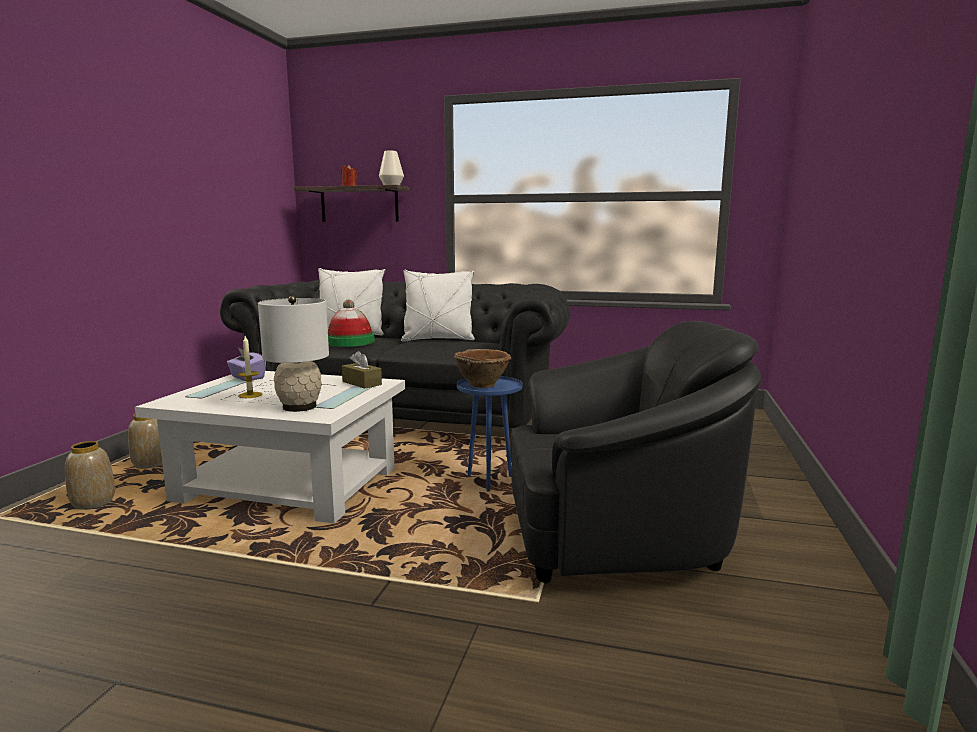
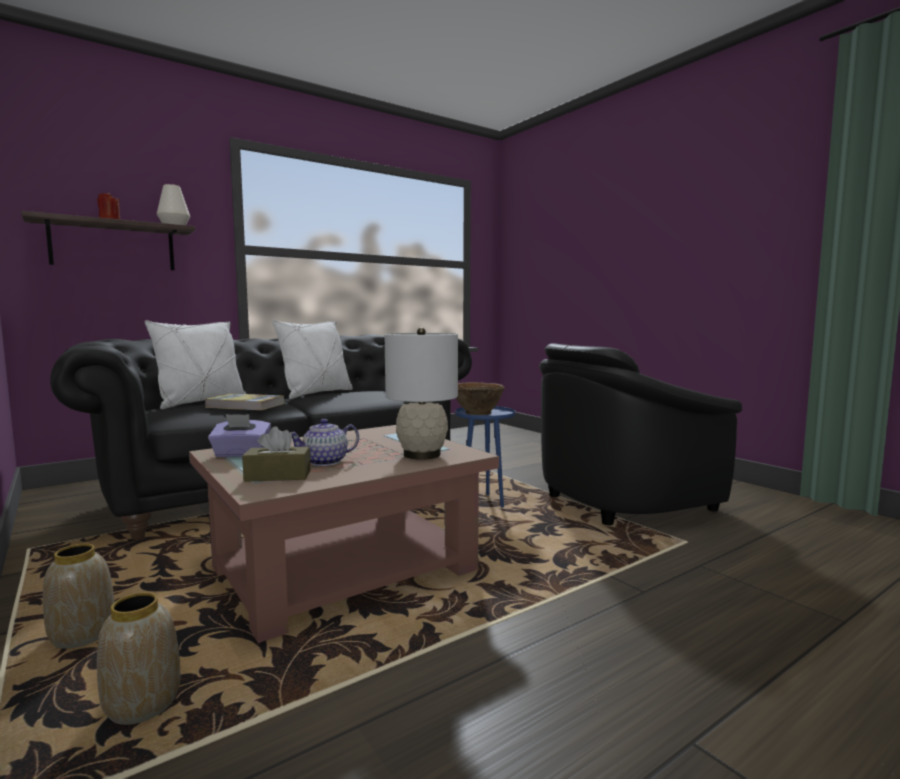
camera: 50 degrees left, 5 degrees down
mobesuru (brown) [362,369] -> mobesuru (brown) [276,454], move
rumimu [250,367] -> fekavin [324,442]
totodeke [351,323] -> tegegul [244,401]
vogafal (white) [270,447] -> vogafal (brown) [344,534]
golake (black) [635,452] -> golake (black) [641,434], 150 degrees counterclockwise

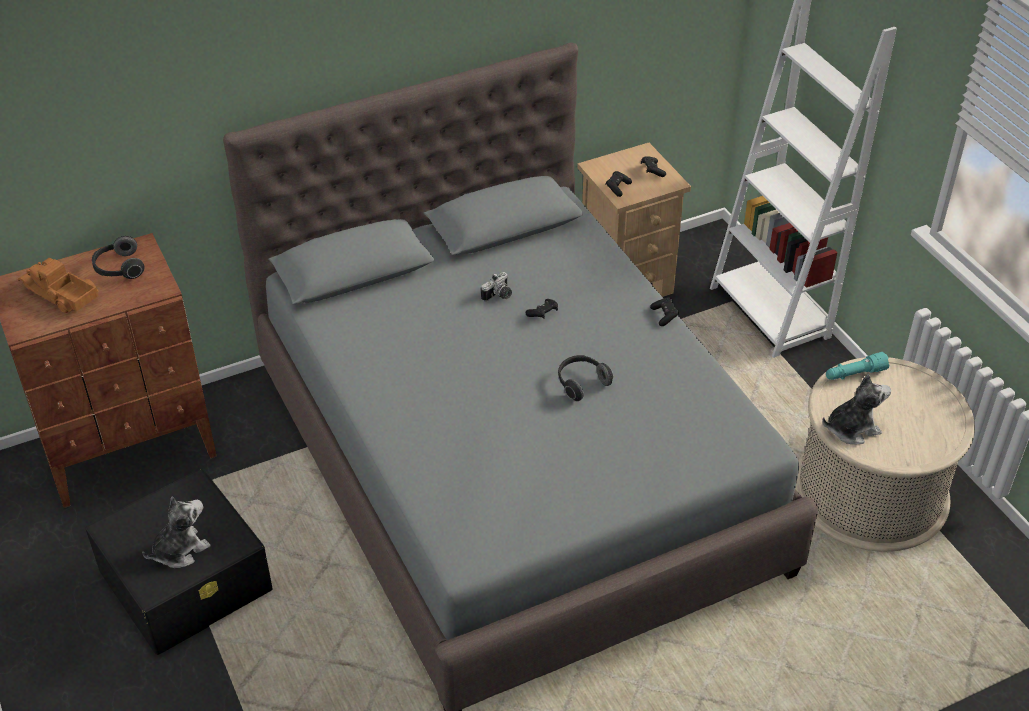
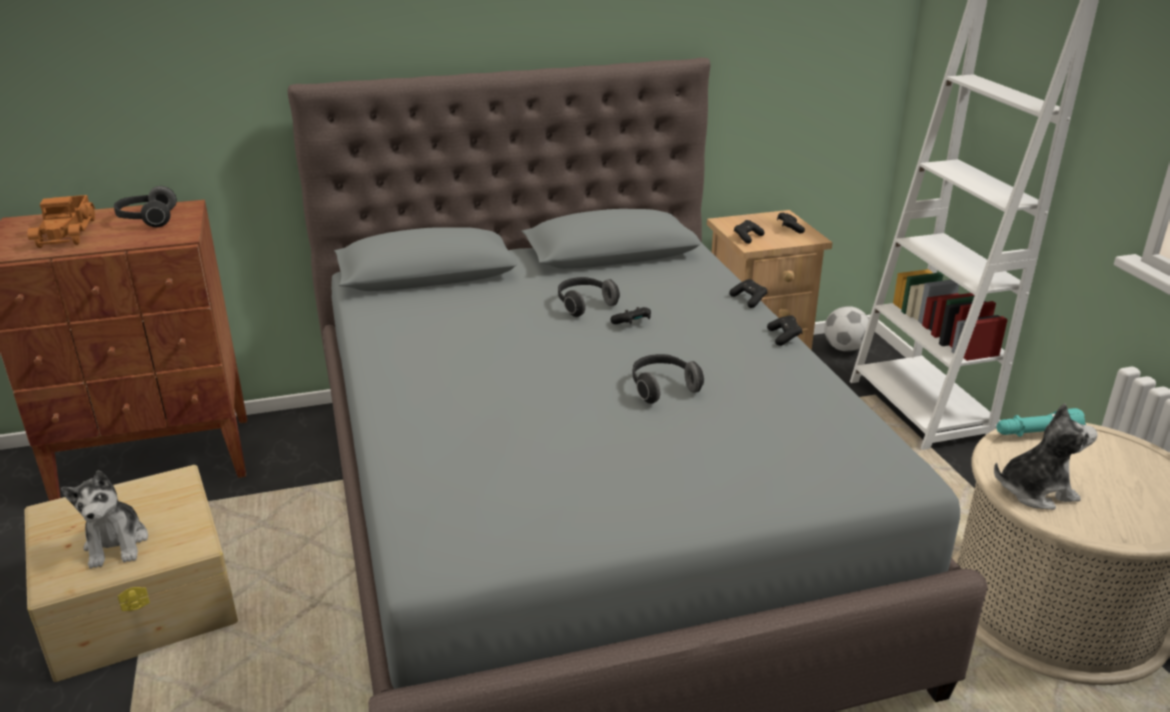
camera: 10 degrees right, 15 degrees down
none -> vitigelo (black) [748,293]
none -> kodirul [846,329]
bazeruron [496,286] -> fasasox [589,297]
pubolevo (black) [179,562] -> pubolevo (beige) [131,573]
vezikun [58,285] -> vezikun [61,221], 150 degrees counterclockwise
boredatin [176,532] -> boredatin [104,519], 105 degrees clockwise

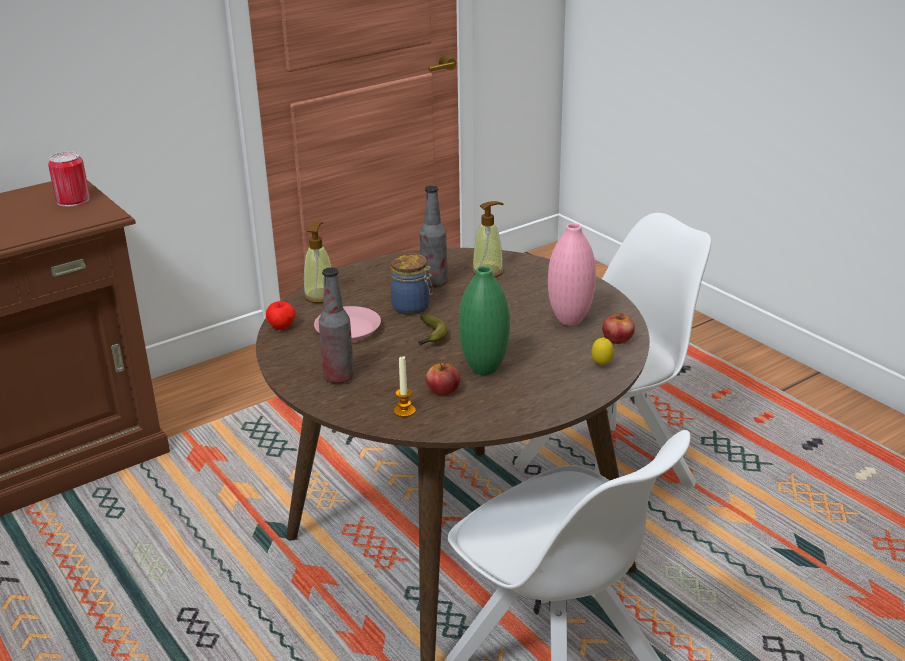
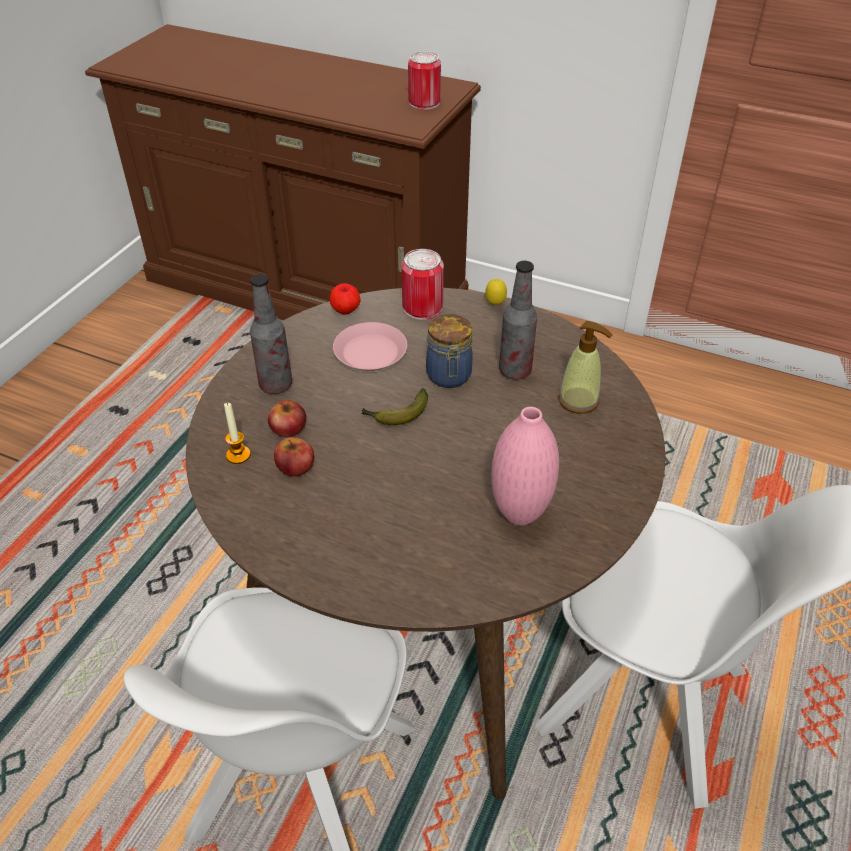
camera: 60 degrees right, 15 degrees up
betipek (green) [484,320] -> none
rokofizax [602,351] -> rokofizax [496,292], move
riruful [618,328] -> riruful [287,418], move
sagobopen [317,262] -> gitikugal [422,284]

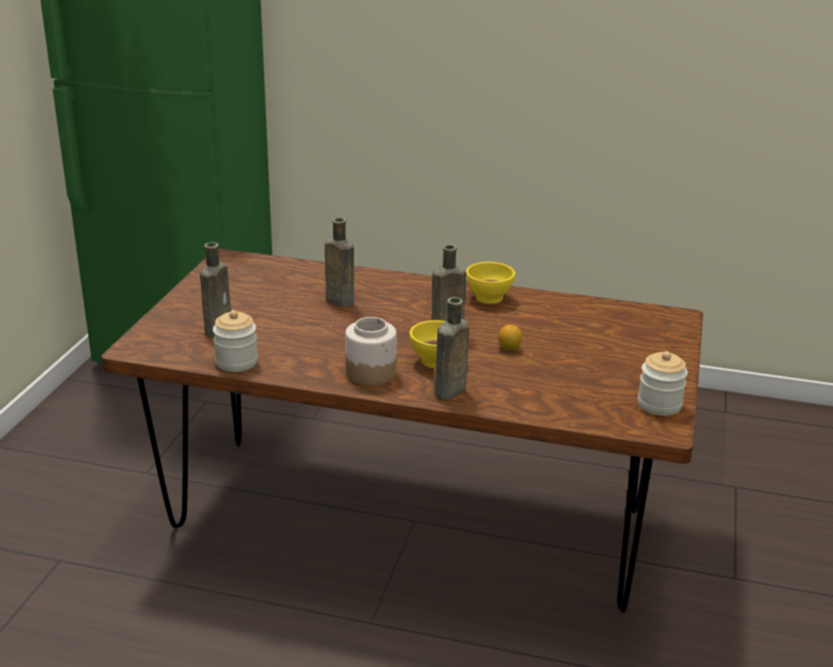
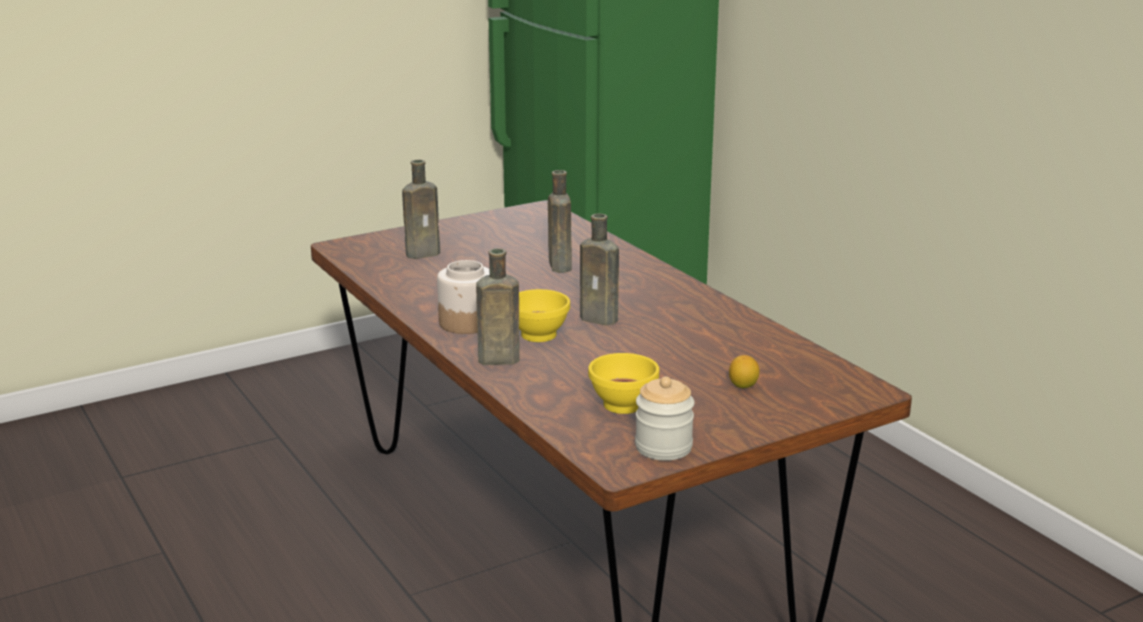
camera: 45 degrees right, 5 degrees down
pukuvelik [235,341] -> none
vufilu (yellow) [490,283] -> vufilu (yellow) [623,383], move
rokofizax [510,337] -> rokofizax [744,371], move

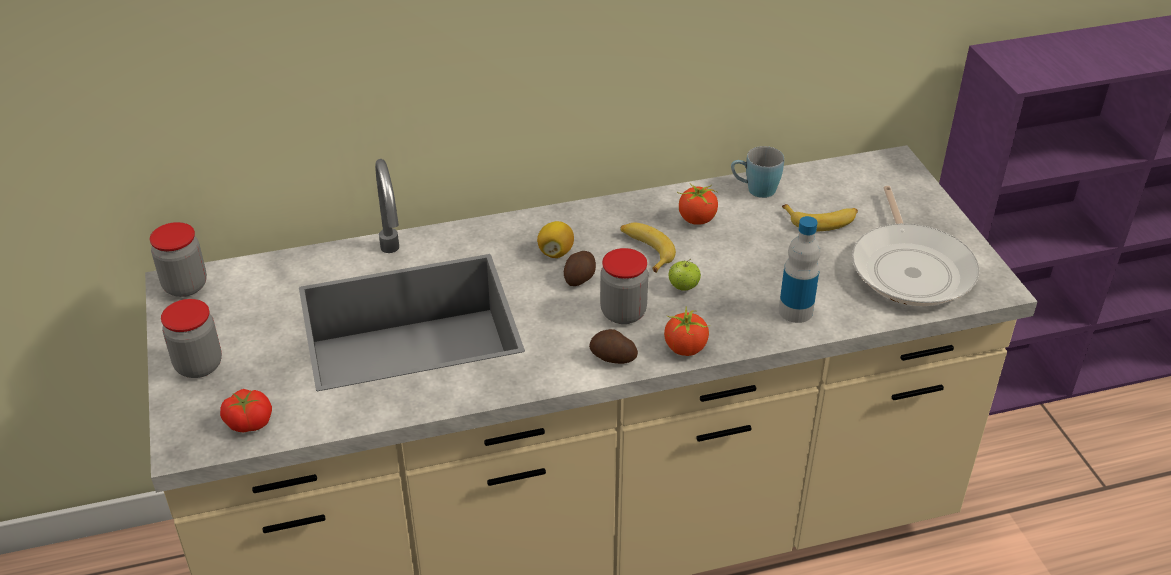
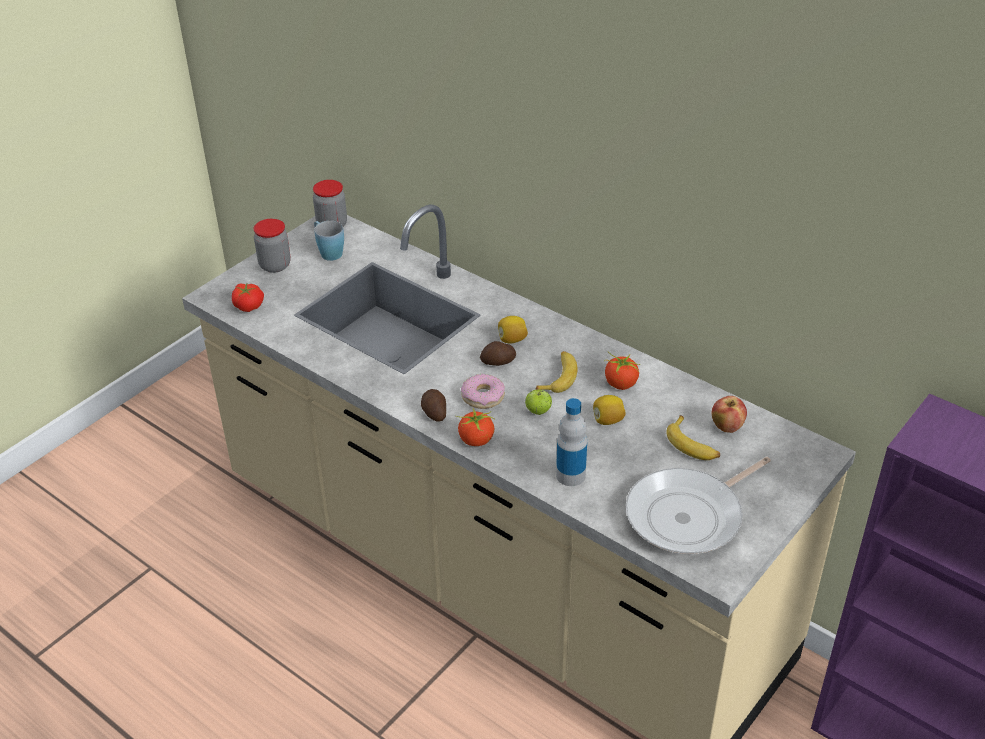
camera: 55 degrees right, 0 degrees up
none -> rokofizax [609,410]
none -> riruful [729,414]
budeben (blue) [757,172] -> budeben (blue) [329,241], move
pukuvelik [624,286] -> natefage [483,391]

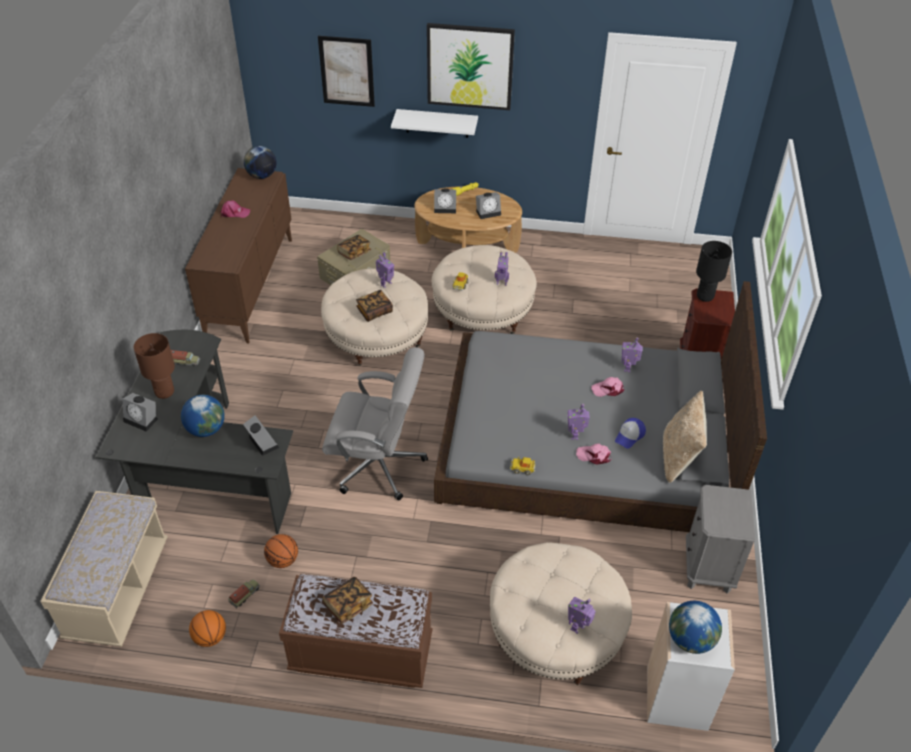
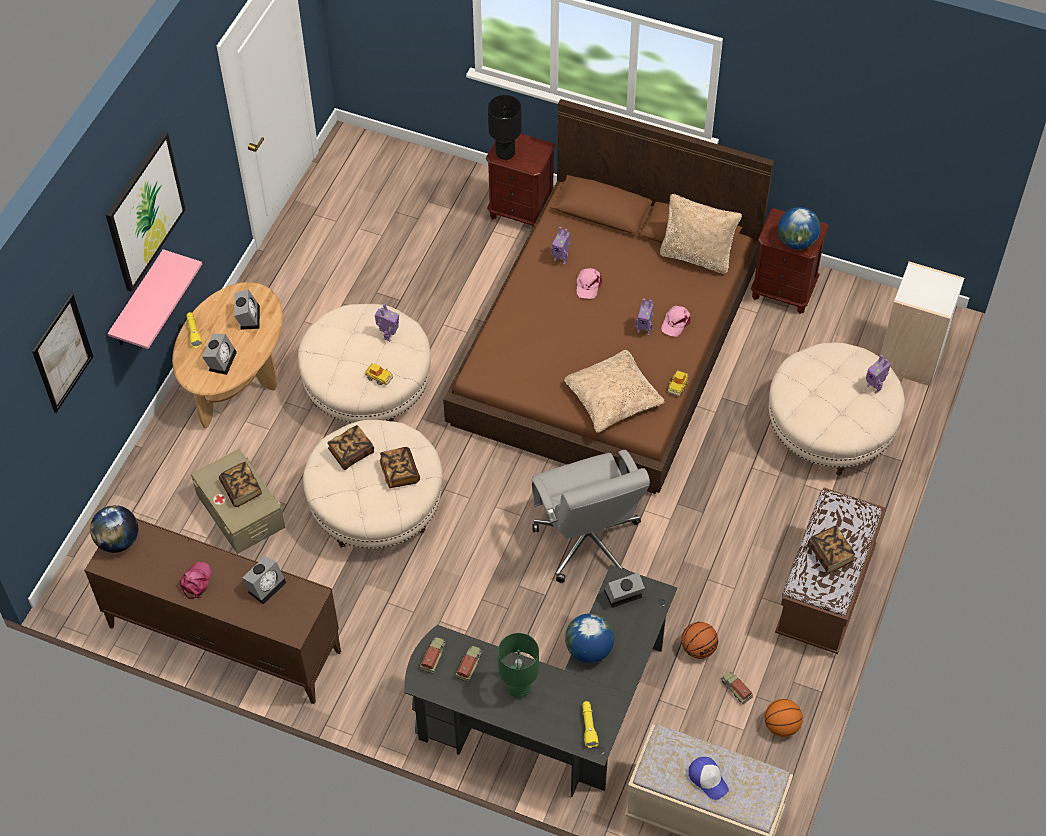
camera: 75 degrees left, 10 degrees up
none -> vezikun [433,655]
none -> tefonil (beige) [614,391]
none -> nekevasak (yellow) [590,724]
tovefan [140,412] -> tovefan [264,580], move
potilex [630,433] -> potilex [708,778], move
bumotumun [695,627] -> bumotumun [799,228], move
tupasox [385,270] -> tegegul [350,447]
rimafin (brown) [154,366] -> rimafin (green) [518,665]
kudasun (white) [434,123] -> kudasun (pink) [155,299]
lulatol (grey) [600,406] -> lulatol (brown) [608,296]
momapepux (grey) [720,539] -> momapepux (brown) [790,261]
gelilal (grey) [375,424] -> gelilal (grey) [590,516], 135 degrees clockwise

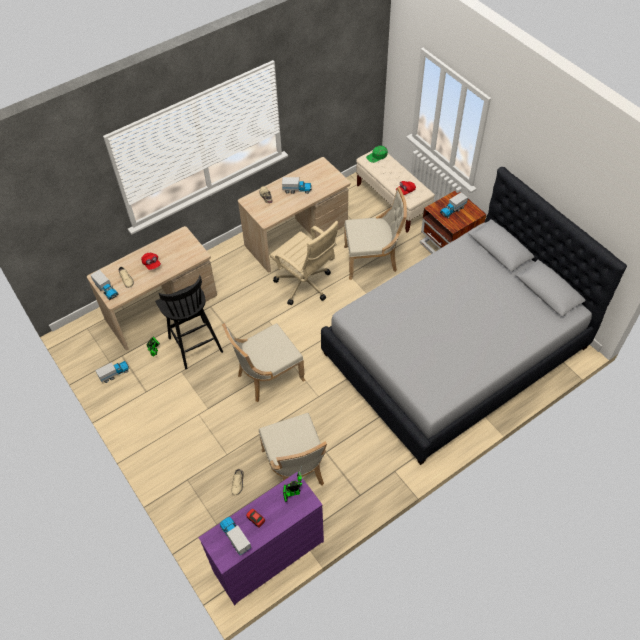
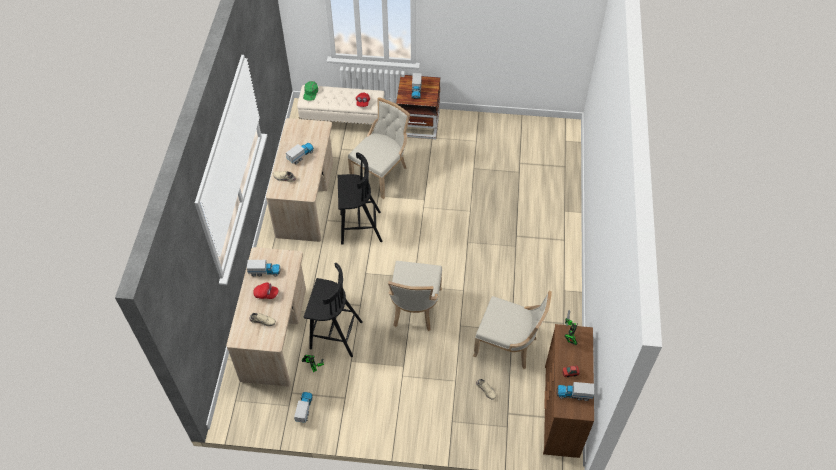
camera: 50 degrees left, 0 degrees up
lulatol (grey) [474,316] -> none
vezikun [104,285] -> vezikun [264,268], move
gelilal (beige) [304,263] -> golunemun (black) [360,198]
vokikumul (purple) [261,538] -> vokikumul (brown) [568,391]

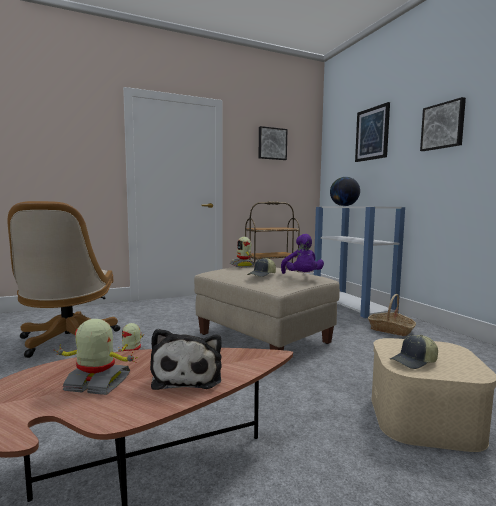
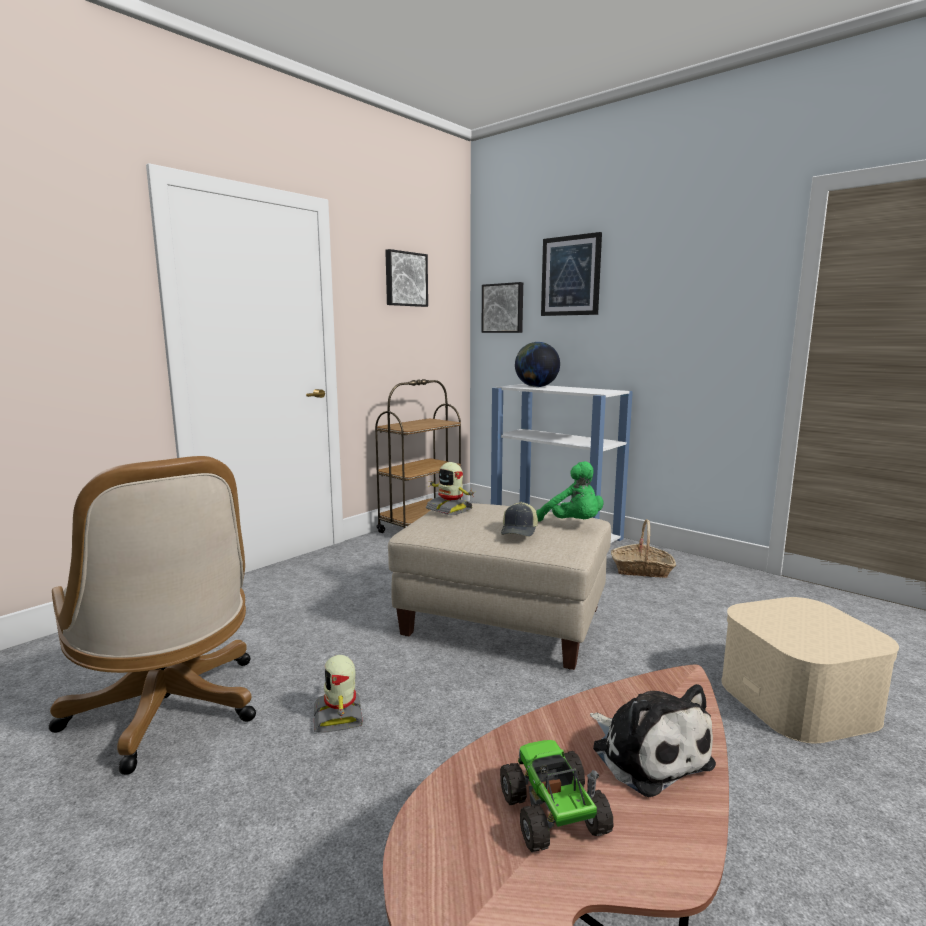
camera: 25 degrees left, 5 degrees up
potilex [414,352] -> none
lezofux [443,124] -> lezofux [502,307], move
tupasox [96,357] -> vezikun [557,796]
boredatin (purple) [302,254] -> boredatin (green) [570,491]

